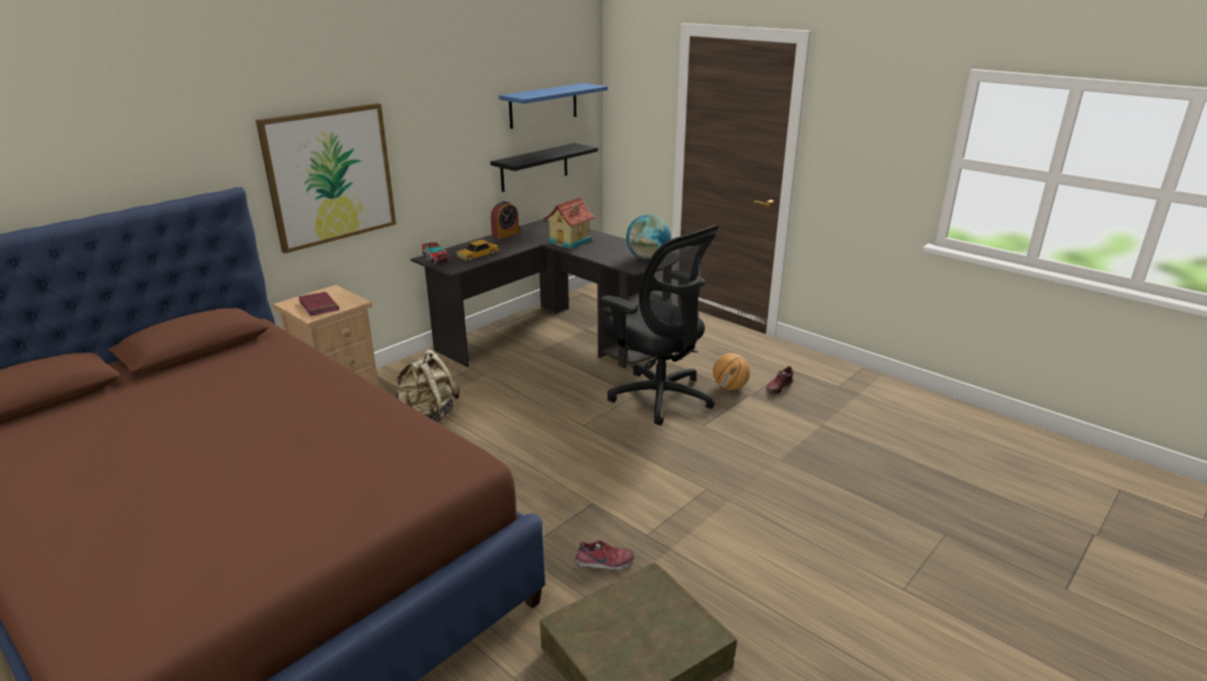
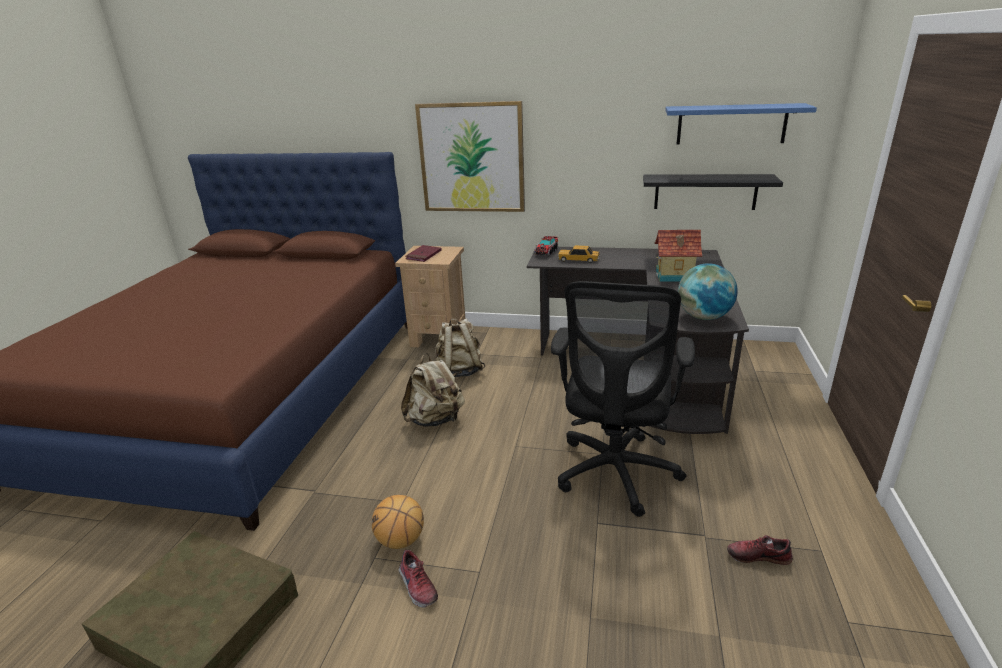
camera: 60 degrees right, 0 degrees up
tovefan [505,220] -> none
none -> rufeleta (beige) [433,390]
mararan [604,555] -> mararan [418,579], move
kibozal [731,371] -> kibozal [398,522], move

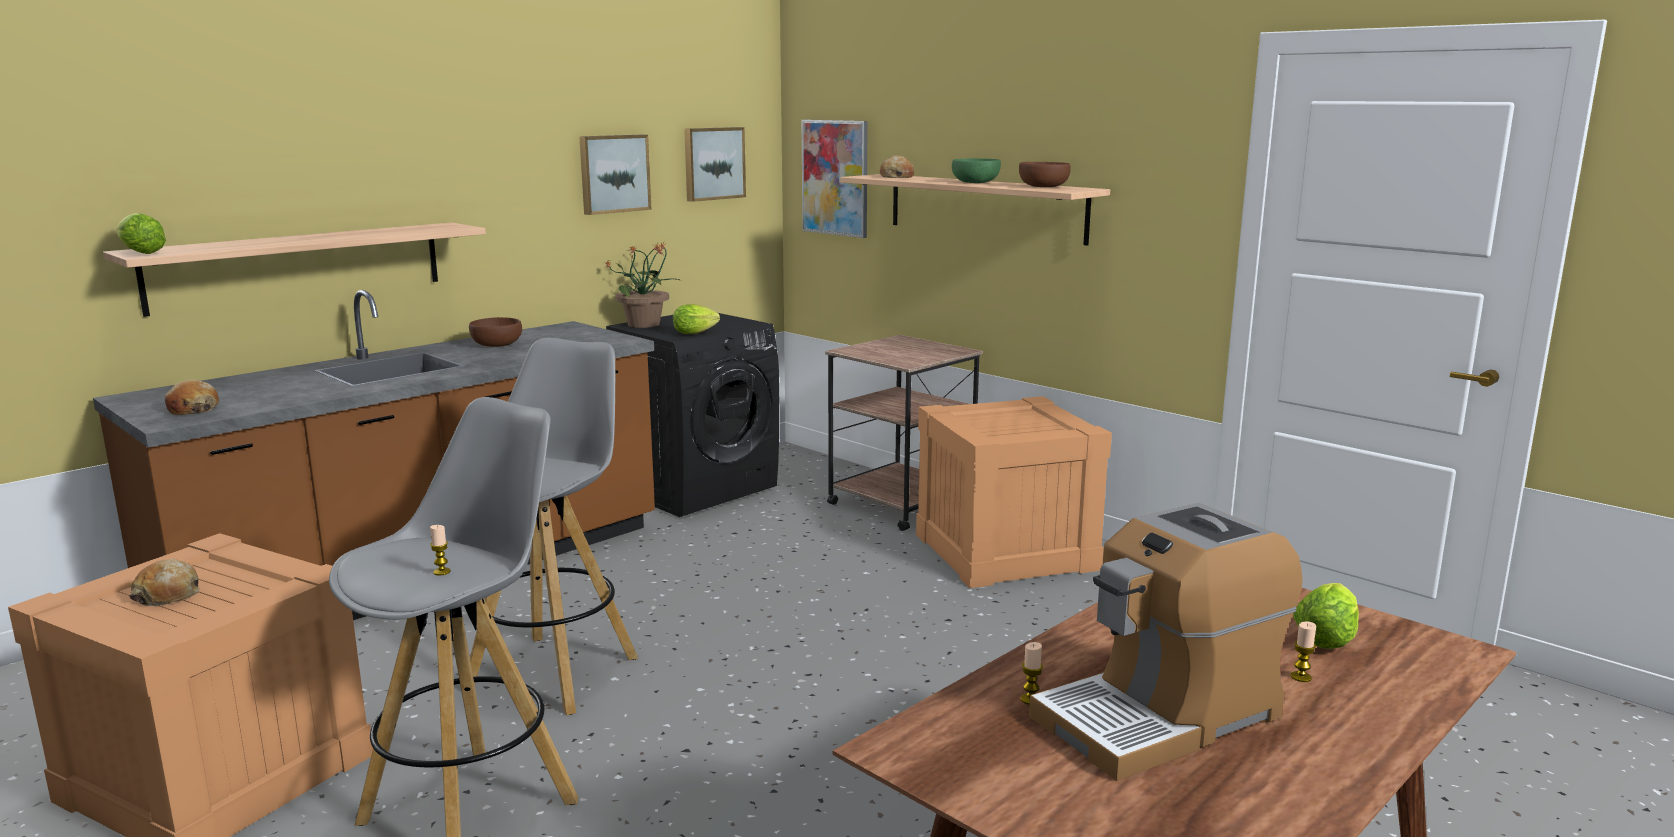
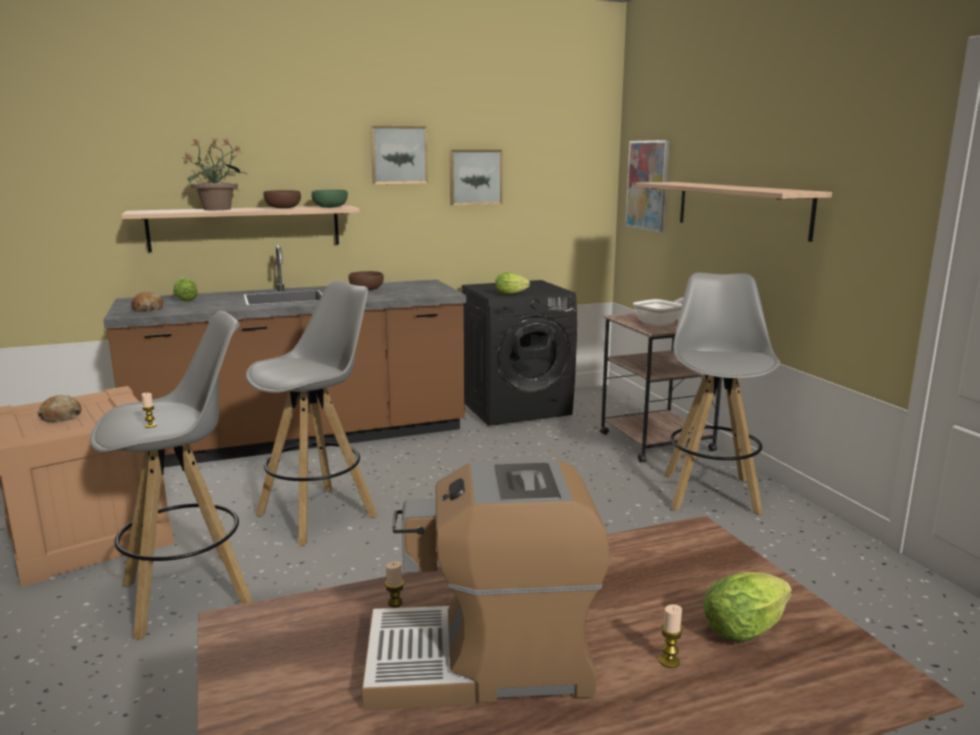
camera: 25 degrees right, 0 degrees up
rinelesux [897,166] -> none
none -> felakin [658,312]
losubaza [141,233] -> losubaza [185,289], move
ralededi [643,285] -> ralededi [215,174], move
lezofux [715,164] -> lezofux [399,155], move
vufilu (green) [976,170] -> vufilu (green) [329,199], move
vufilu (brown) [1045,174] -> vufilu (brown) [282,199], move
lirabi [1014,492] -> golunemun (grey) [722,394]

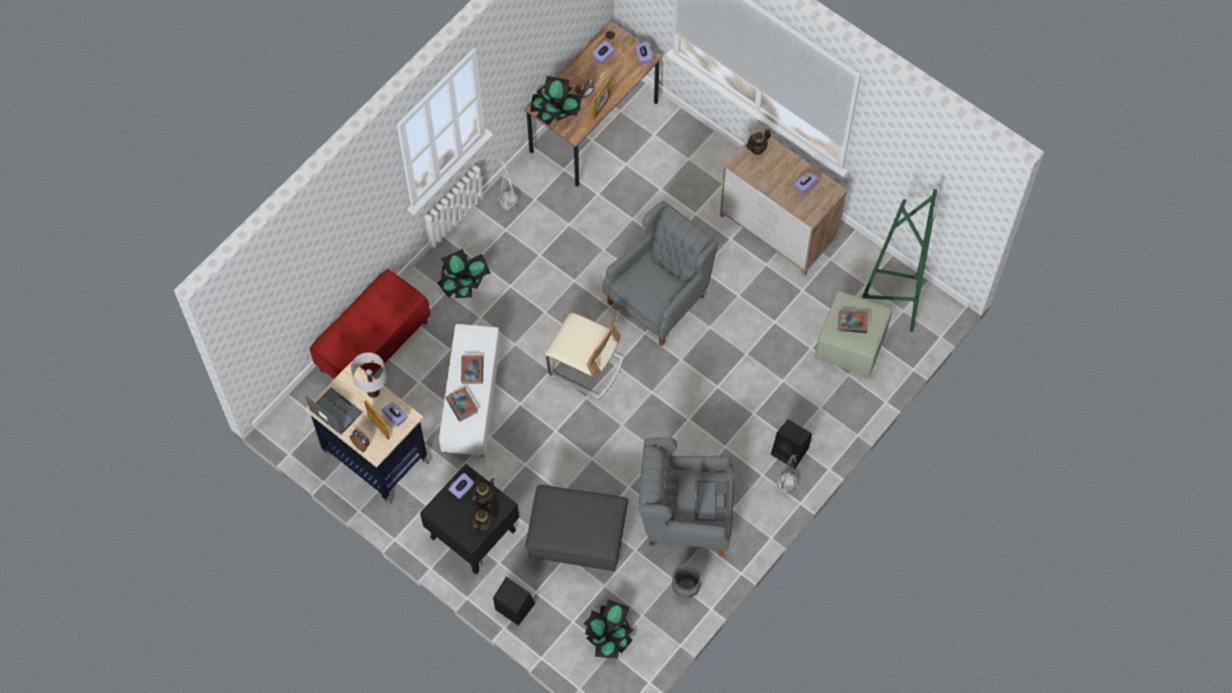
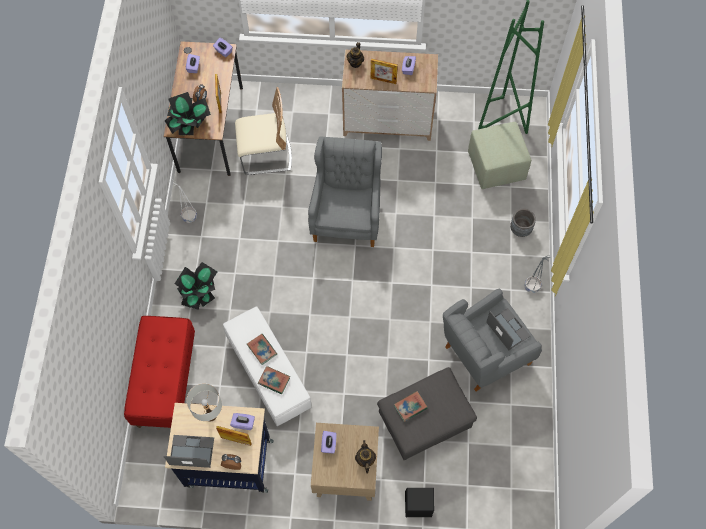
camera: 35 degrees left, 0 degrees up
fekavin [483,492] -> none
ralededi [608,629] -> none
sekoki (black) [791,444] -> none
none -> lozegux [384,71]
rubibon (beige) [584,355] -> rubibon (beige) [263,131], move
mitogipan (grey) [686,581] -> mitogipan (grey) [523,223], move
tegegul [853,321] -> tegegul [411,406], move
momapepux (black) [469,518] -> momapepux (beige) [345,462]

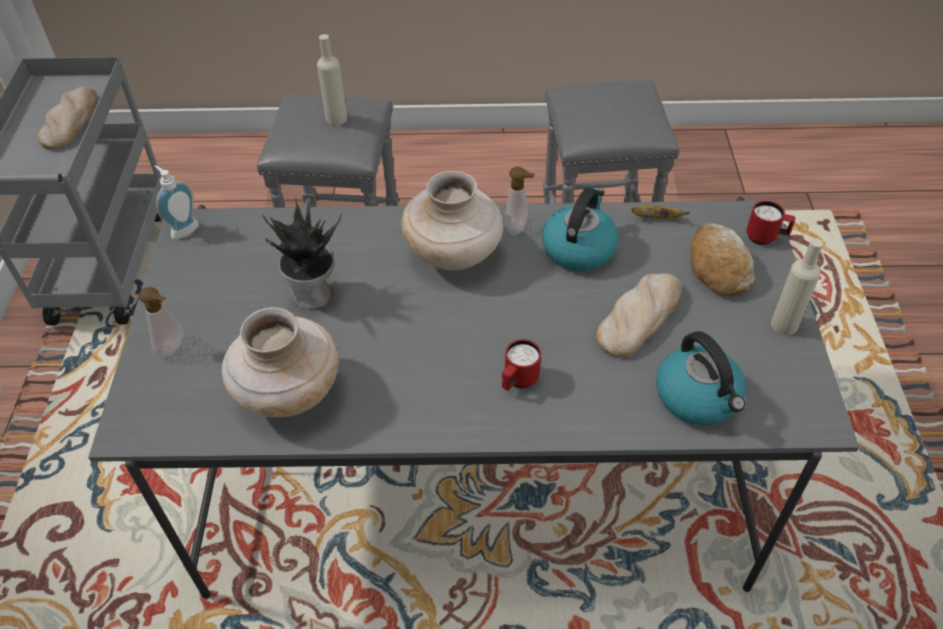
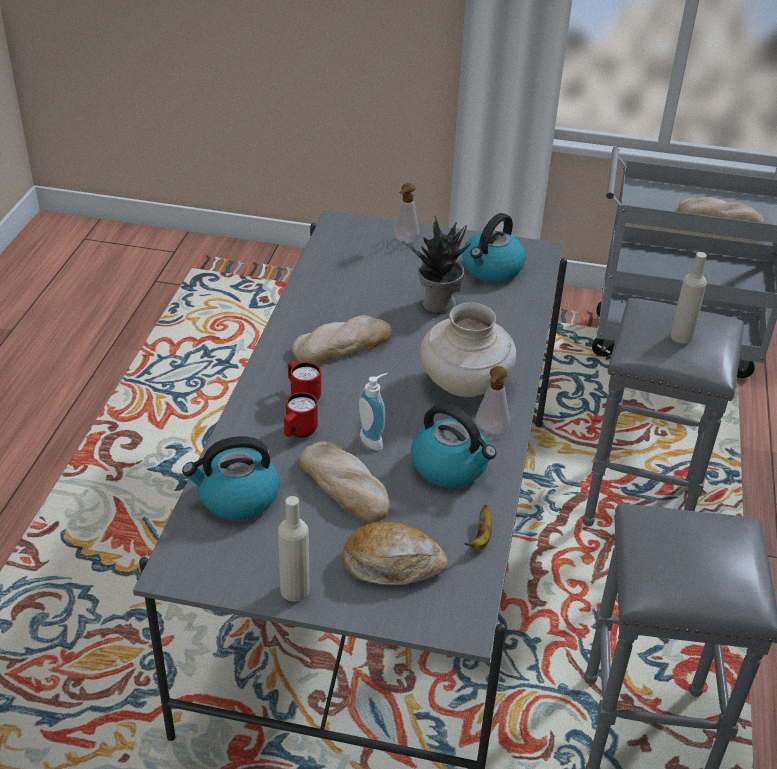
camera: 100 degrees right, 10 degrees down
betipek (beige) [280,362] -> none
none -> rinelesux [342,339]
none -> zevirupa [494,247]
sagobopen [176,202] -> sagobopen [373,412], move
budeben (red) [771,223] -> budeben (red) [301,414], move

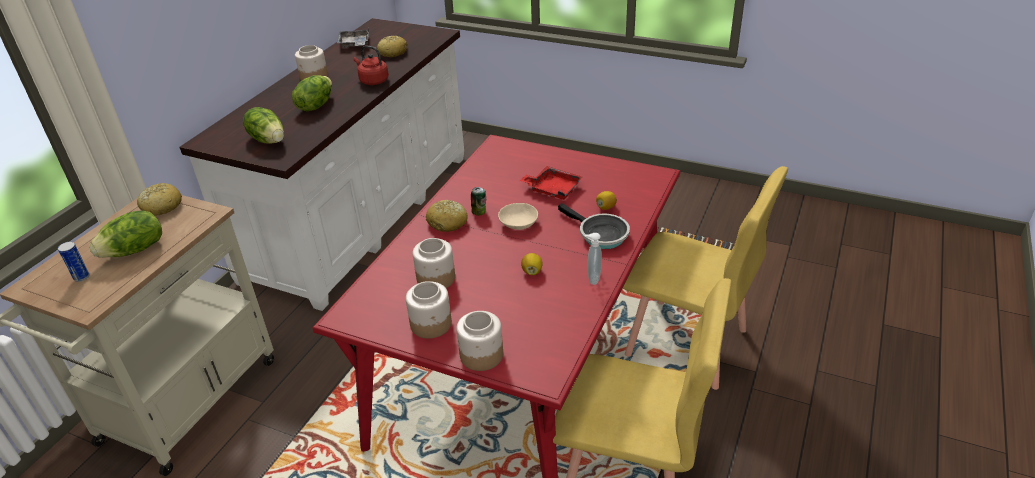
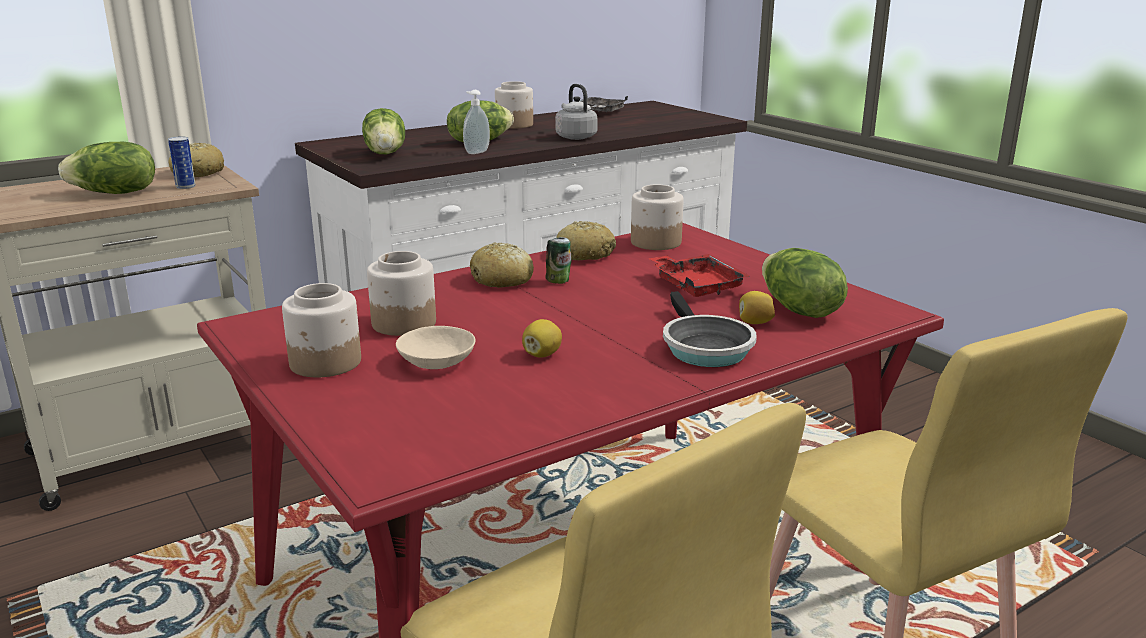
camera: 30 degrees right, 15 degrees down
none -> losubaza [805,283]
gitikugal [73,262] -> gitikugal [182,162], move
rinelesux [392,46] -> rinelesux [586,240], move
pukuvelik [479,341] -> pukuvelik [657,217], move
vufilu (beige) [518,216] -> vufilu (beige) [436,347], move
sagobopen [593,259] -> sagobopen [476,122], move
zevirupa (red) [371,65] -> zevirupa (grey) [576,112]

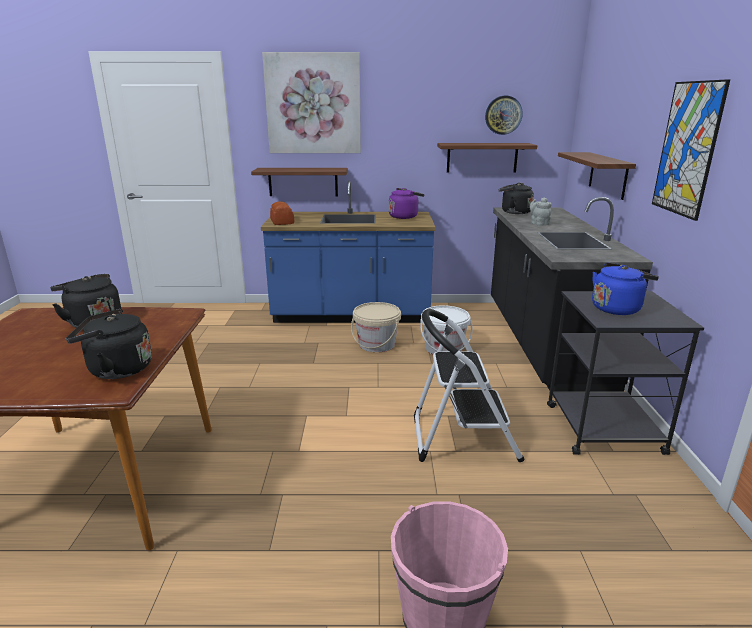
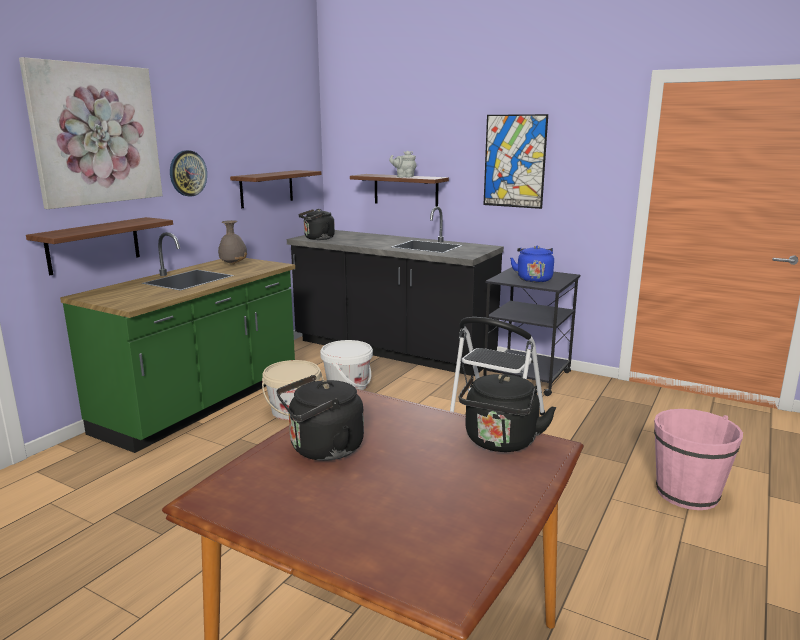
camera: 60 degrees left, 5 degrees down
rinelesux [282,213] -> none
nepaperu [504,115] -> nepaperu [188,173], move
fekavin (grey) [541,212] -> fekavin (grey) [402,164], move
zevirupa (purple) [406,203] -> betipek (grey) [232,242]
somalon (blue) [348,252] -> somalon (green) [177,342]

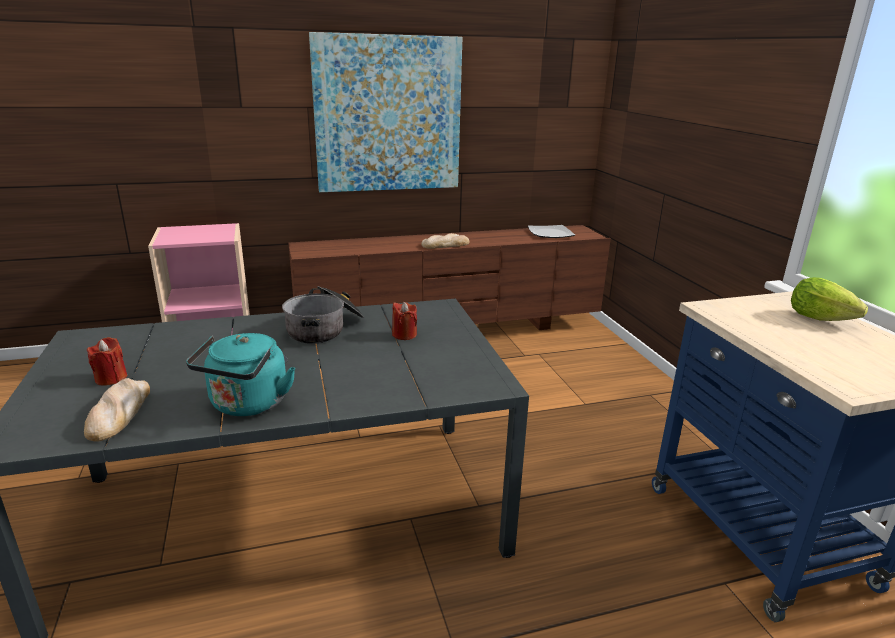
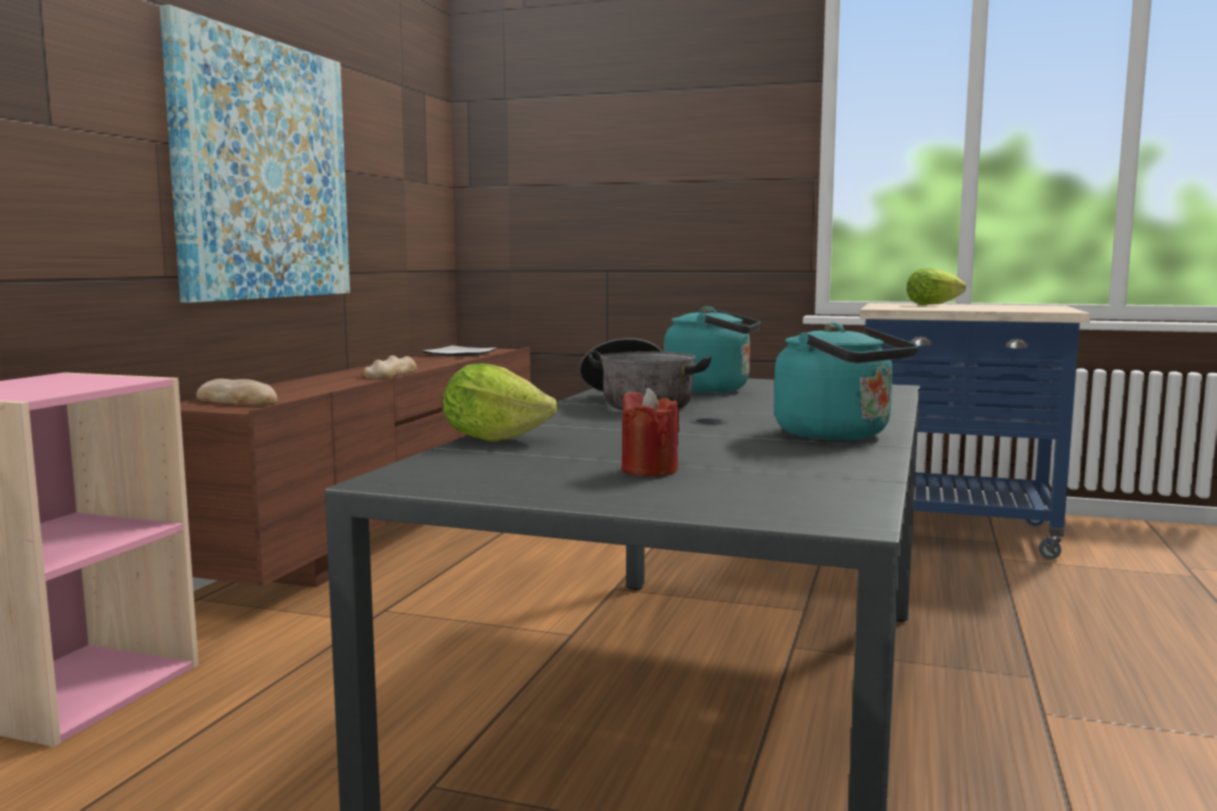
camera: 55 degrees left, 15 degrees down
none -> losubaza [500,402]
rinelesux [117,409] -> rinelesux [237,392], move
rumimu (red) [404,321] -> zevirupa (turquoise) [712,349]

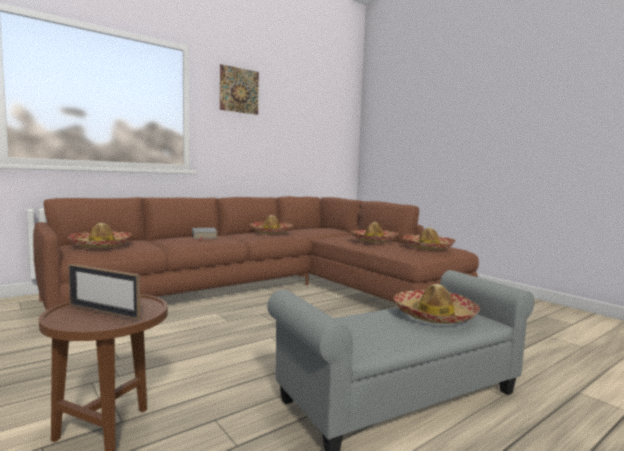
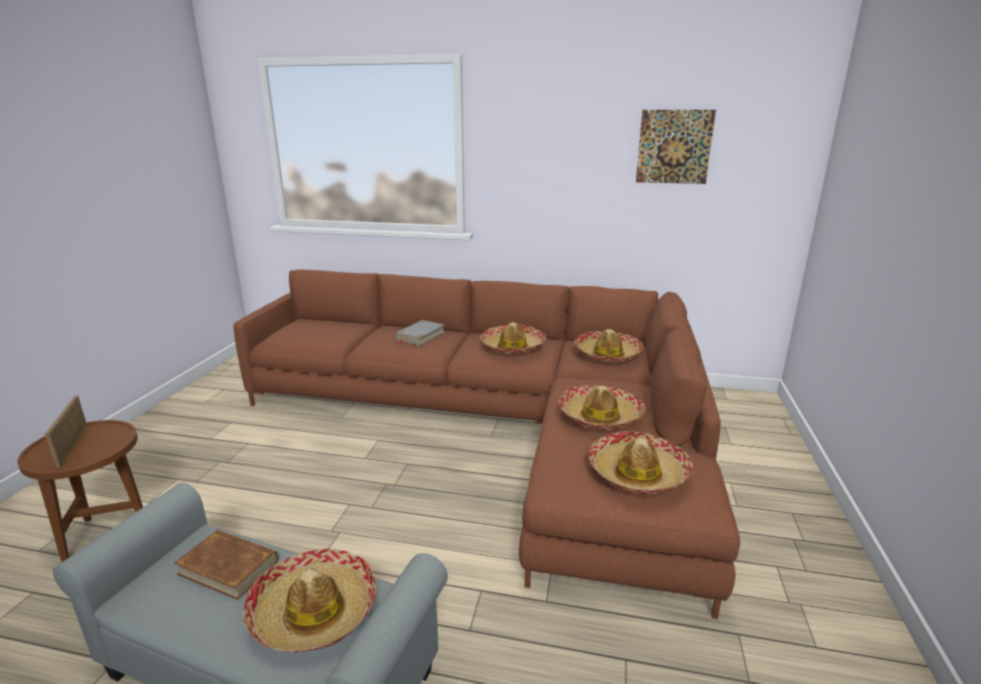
camera: 50 degrees right, 15 degrees up
none -> tegegul (brown) [226,565]
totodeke [100,235] -> totodeke [608,346], move
lezofux [239,89] -> lezofux [676,147], move

